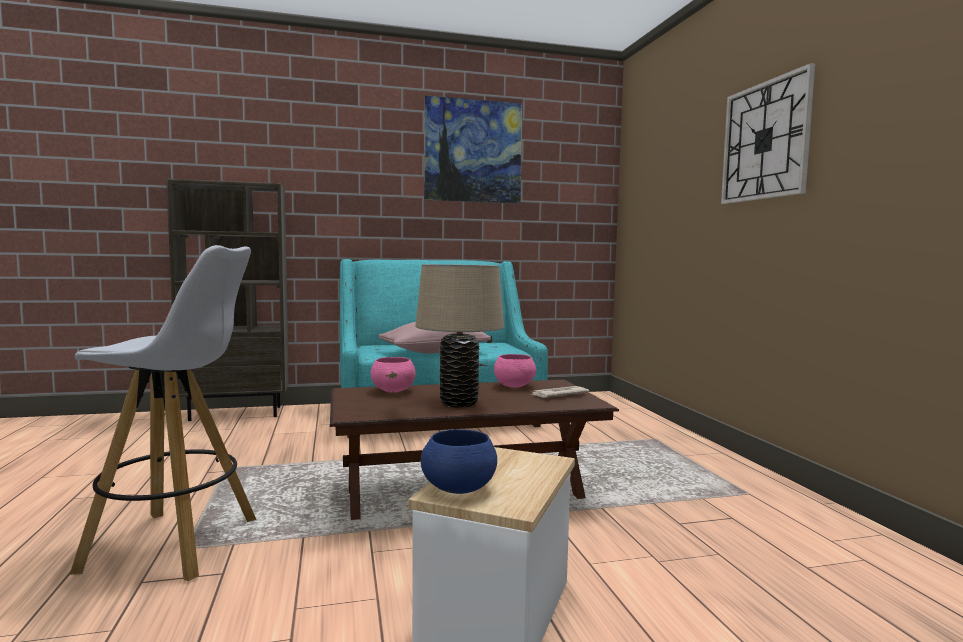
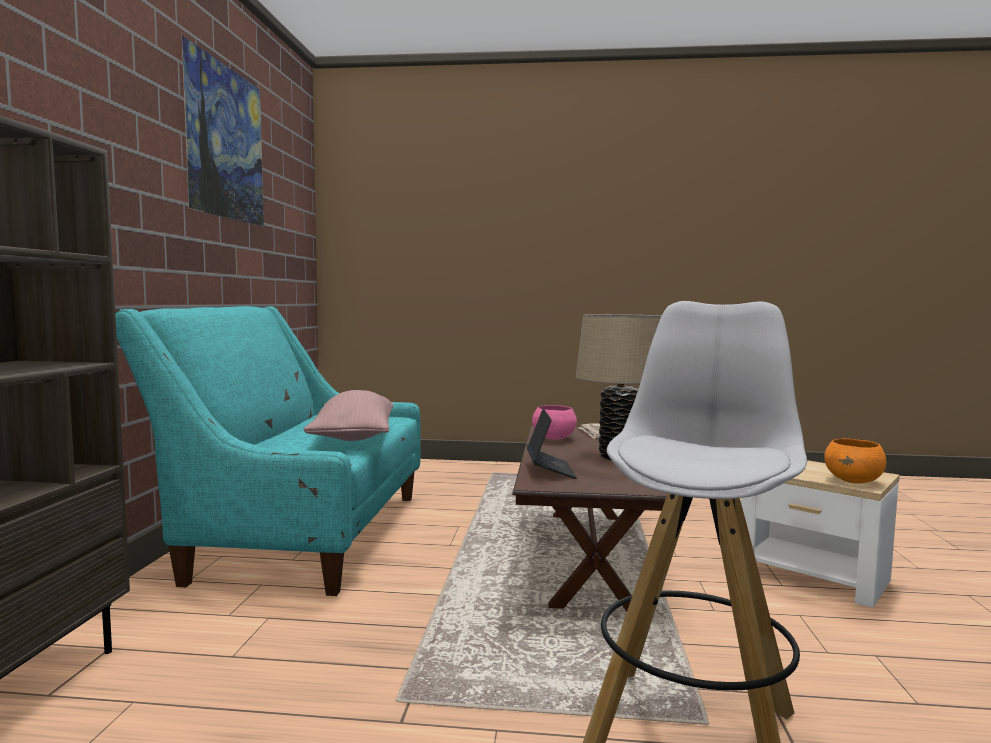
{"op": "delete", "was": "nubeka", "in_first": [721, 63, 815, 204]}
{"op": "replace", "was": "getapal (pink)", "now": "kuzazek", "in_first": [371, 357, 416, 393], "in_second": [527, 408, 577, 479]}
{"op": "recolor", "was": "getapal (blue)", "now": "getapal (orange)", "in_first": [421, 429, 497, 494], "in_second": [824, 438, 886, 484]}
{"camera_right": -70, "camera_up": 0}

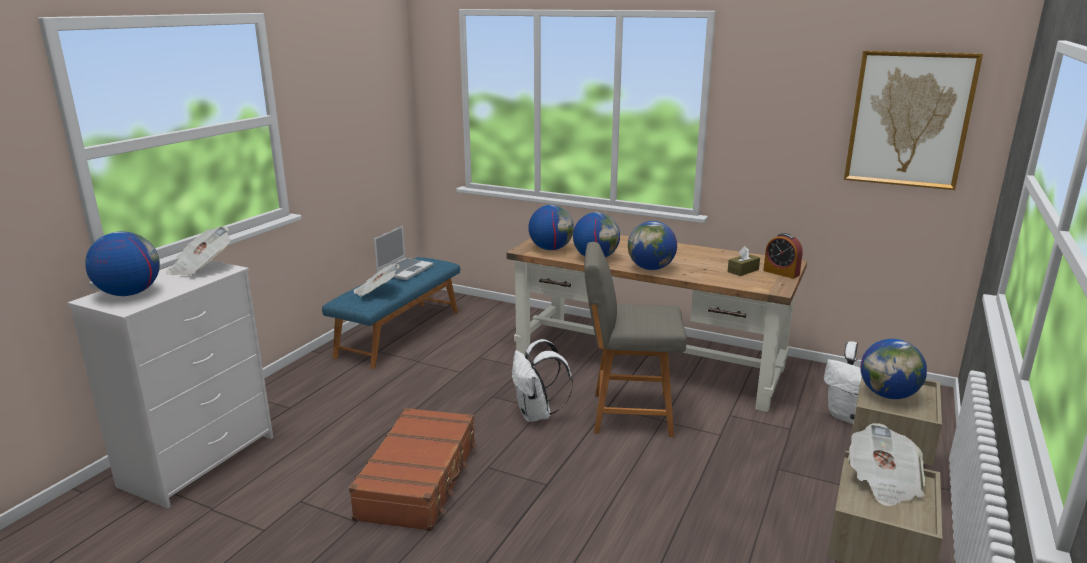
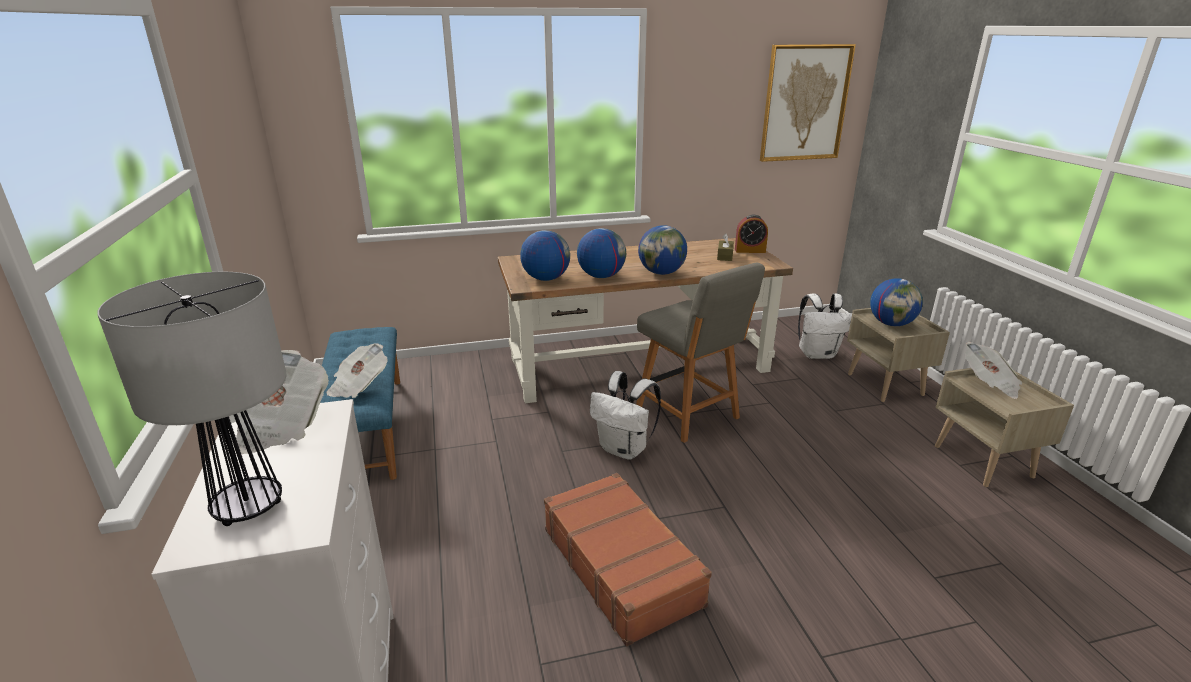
{"op": "delete", "was": "kuzazek", "in_first": [374, 226, 433, 280]}
{"op": "replace", "was": "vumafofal", "now": "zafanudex", "in_first": [85, 231, 160, 296], "in_second": [97, 272, 287, 526]}
{"op": "rotate", "was": "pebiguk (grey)", "in_first": [584, 242, 687, 437], "in_second": [636, 262, 765, 443], "clockwise": -90}
{"camera_right": -40, "camera_up": 5}

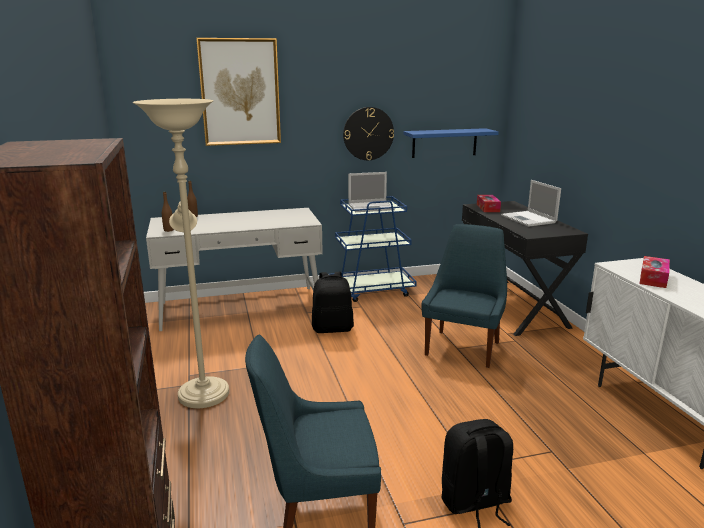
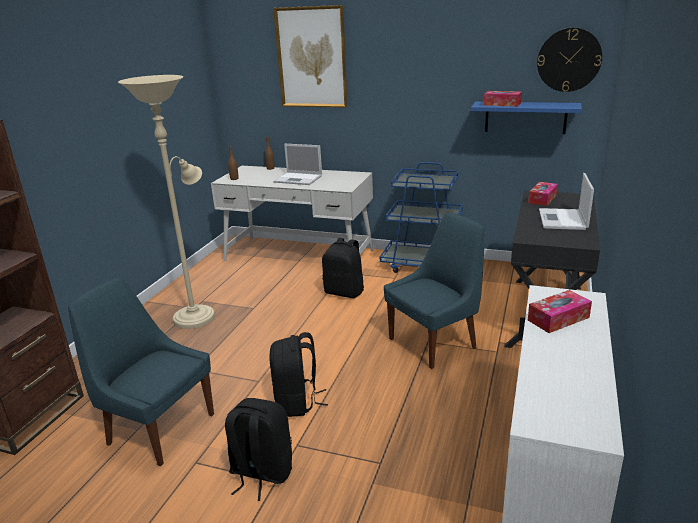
{"op": "insert", "now": "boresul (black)", "in_second": [270, 332, 328, 417]}
{"op": "insert", "now": "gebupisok", "in_second": [484, 91, 522, 107]}
{"op": "move", "was": "nubeka", "in_first": [343, 107, 394, 160], "in_second": [537, 28, 602, 92]}
{"op": "move", "was": "kuzazek", "in_first": [348, 172, 395, 212], "in_second": [273, 144, 322, 185]}
{"camera_right": 35, "camera_up": 5}

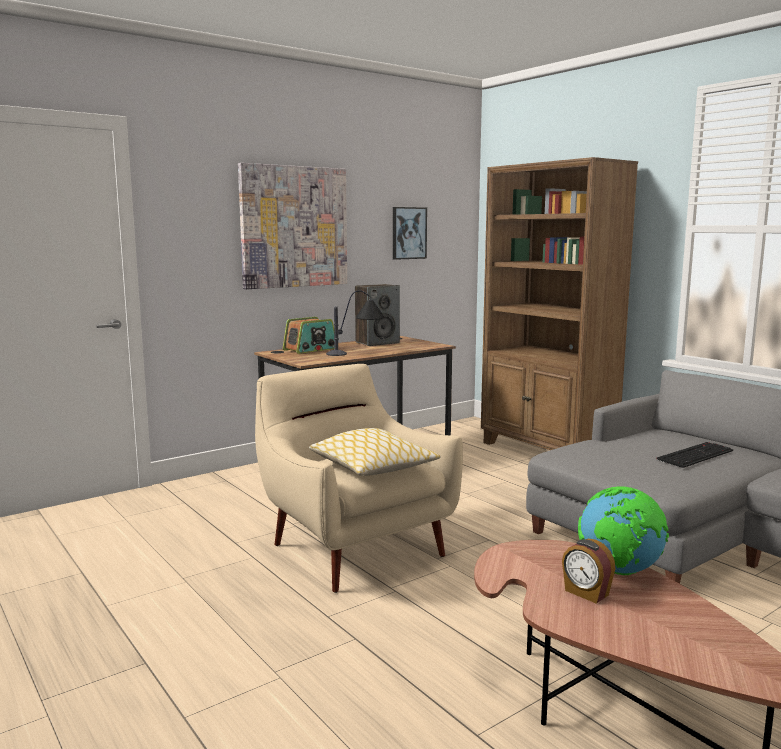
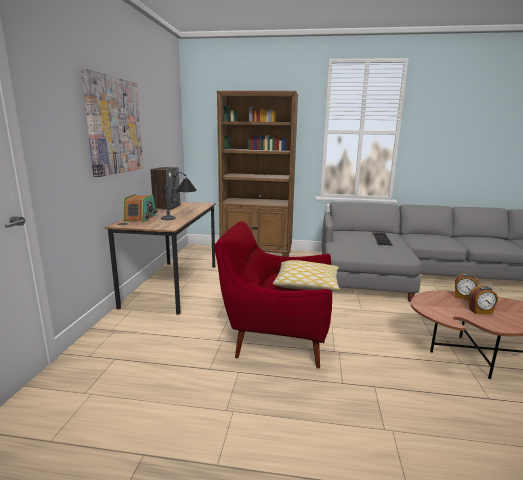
{"op": "delete", "was": "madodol", "in_first": [393, 207, 427, 260]}
{"op": "replace", "was": "vumafofal", "now": "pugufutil", "in_first": [578, 486, 669, 575], "in_second": [455, 273, 478, 300]}
{"op": "recolor", "was": "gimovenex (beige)", "now": "gimovenex (red)", "in_first": [255, 364, 463, 593], "in_second": [214, 221, 332, 368]}
{"camera_right": -45, "camera_up": 5}

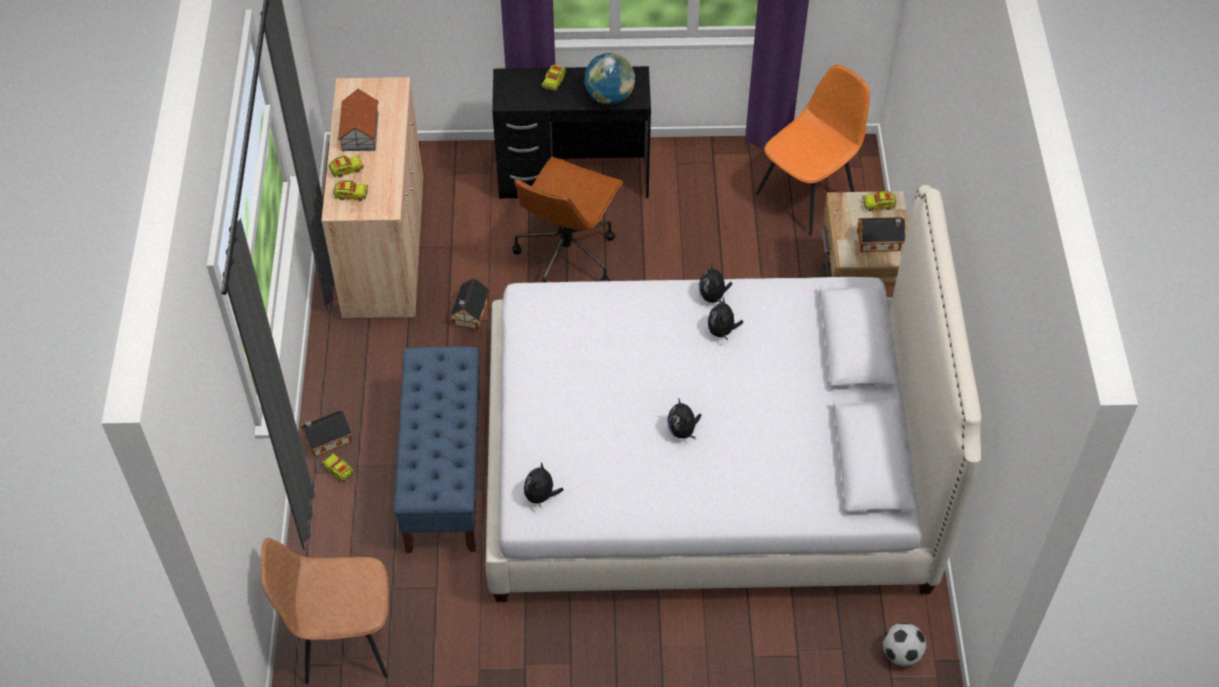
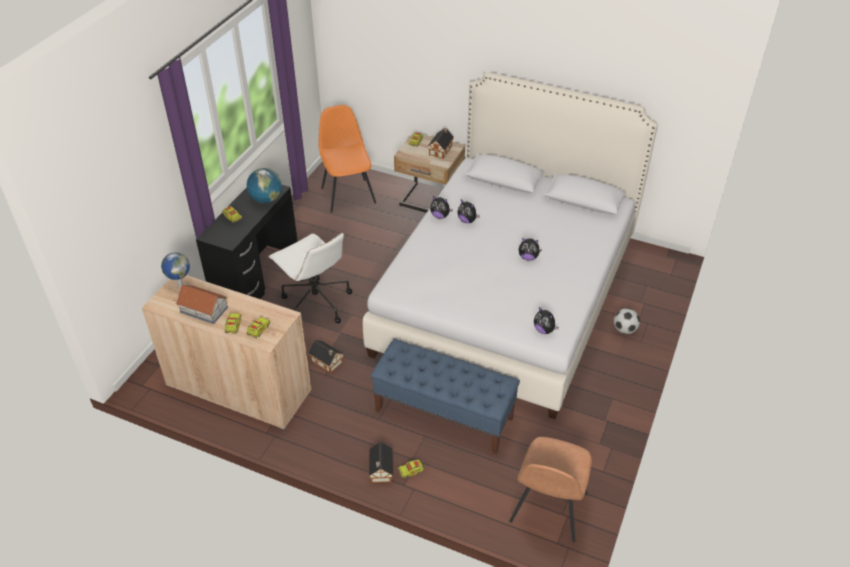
{"op": "insert", "now": "vumafofal", "in_second": [161, 252, 190, 287]}
{"op": "move", "was": "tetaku", "in_first": [883, 623, 927, 666], "in_second": [614, 308, 640, 334]}
{"op": "recolor", "was": "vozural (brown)", "now": "vozural (white)", "in_first": [512, 157, 623, 282], "in_second": [269, 233, 352, 323]}
{"camera_right": -65, "camera_up": -10}

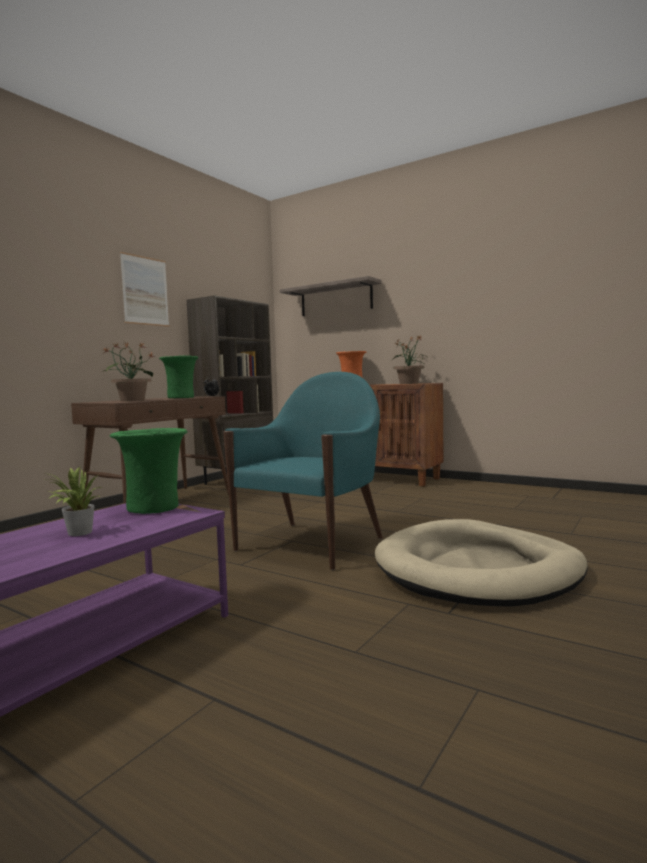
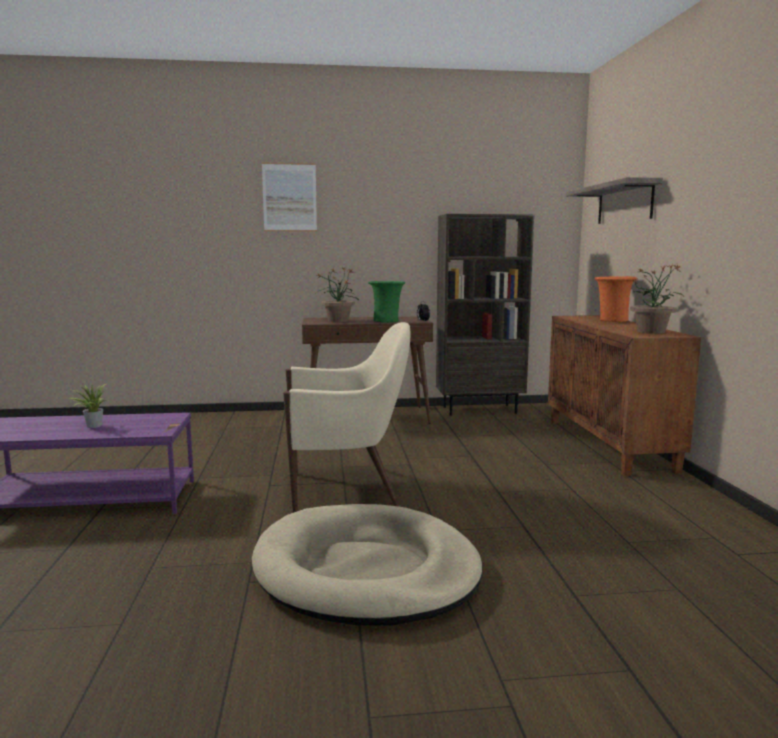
{"op": "delete", "was": "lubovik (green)", "in_first": [110, 428, 187, 514]}
{"op": "move", "was": "madodol", "in_first": [120, 252, 169, 327], "in_second": [262, 163, 317, 232]}
{"op": "recolor", "was": "gimovenex (turquoise)", "now": "gimovenex (beige)", "in_first": [223, 372, 383, 570], "in_second": [283, 322, 411, 513]}
{"camera_right": 50, "camera_up": 5}

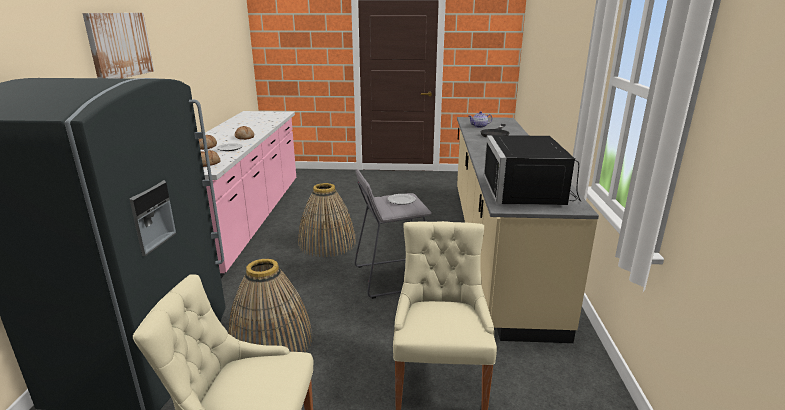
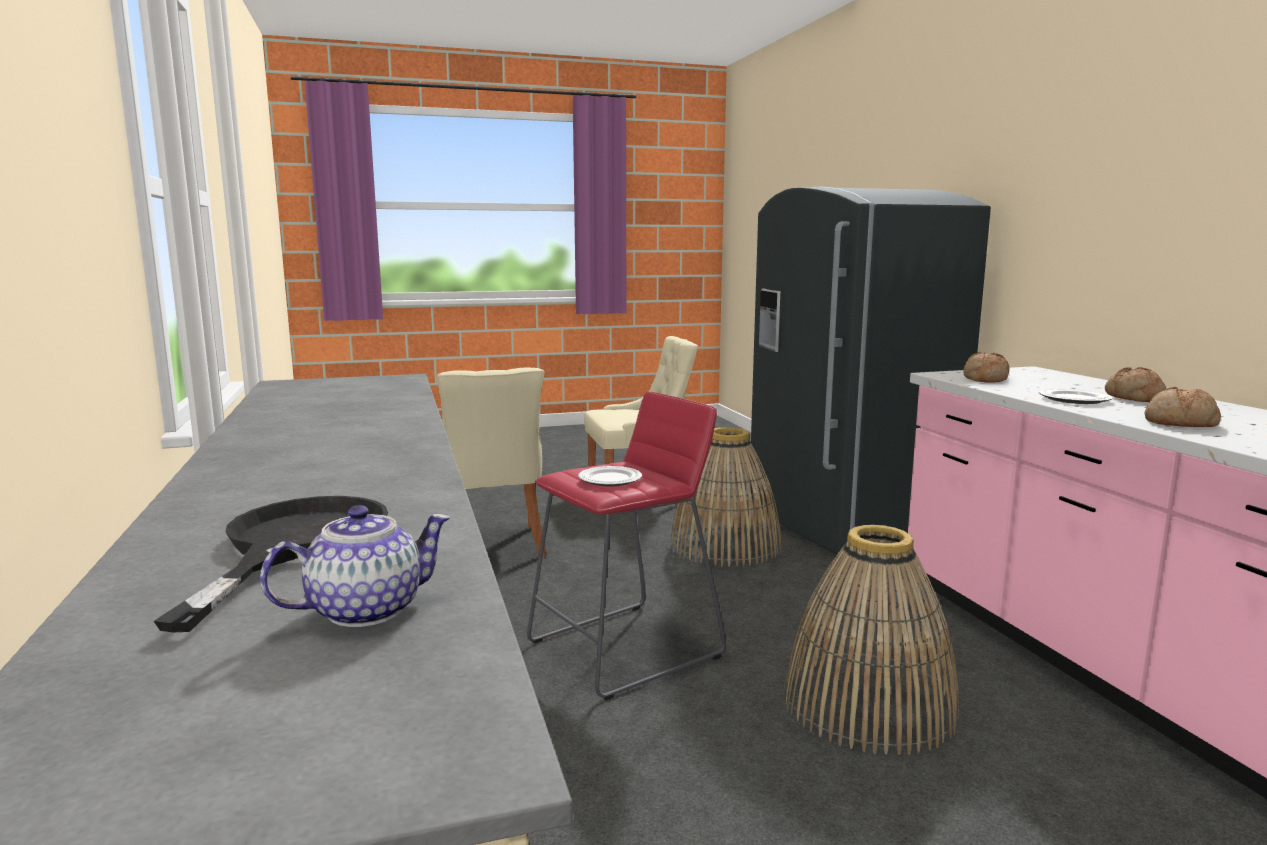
{"op": "delete", "was": "madodol", "in_first": [82, 13, 154, 78]}
{"op": "delete", "was": "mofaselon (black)", "in_first": [484, 135, 581, 205]}
{"op": "recolor", "was": "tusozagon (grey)", "now": "tusozagon (red)", "in_first": [355, 169, 432, 299], "in_second": [527, 391, 726, 700]}
{"camera_right": 160, "camera_up": -10}

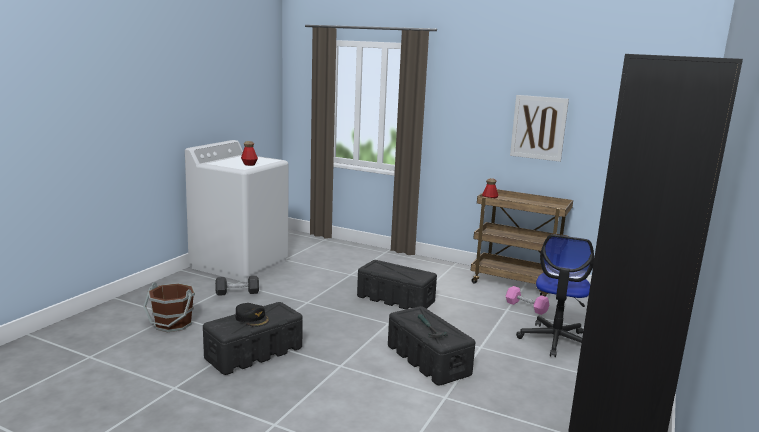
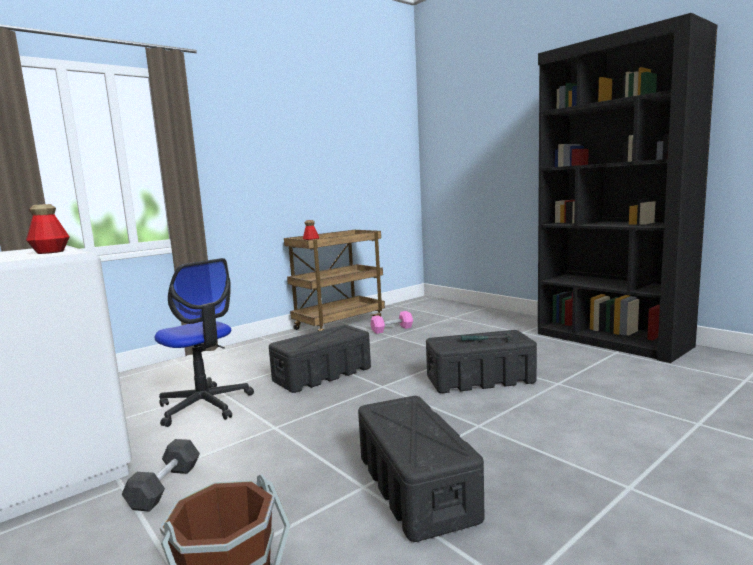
{"op": "delete", "was": "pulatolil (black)", "in_first": [235, 303, 269, 327]}
{"op": "delete", "was": "madodol", "in_first": [510, 95, 569, 162]}
{"op": "move", "was": "vozural", "in_first": [516, 234, 594, 357], "in_second": [155, 258, 254, 427]}
{"camera_right": -65, "camera_up": -5}

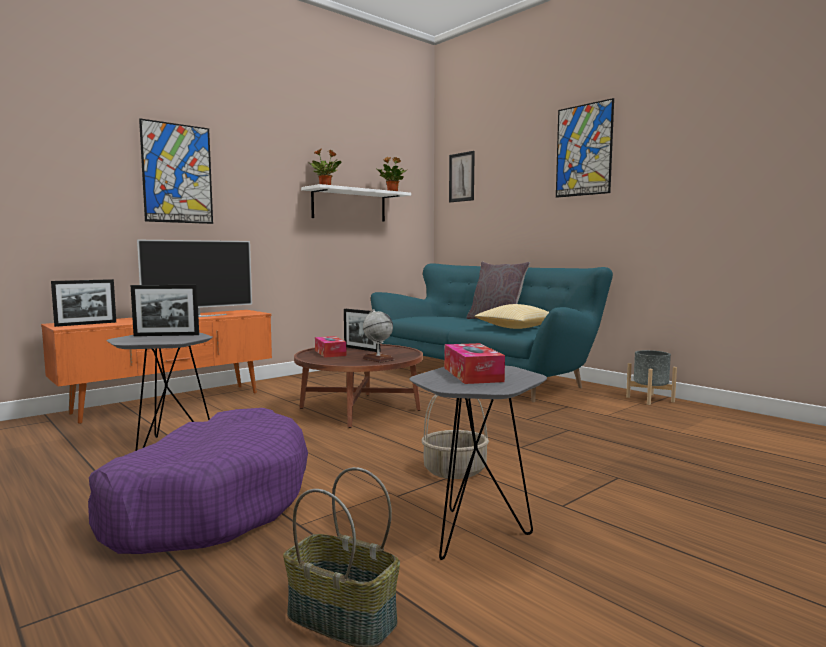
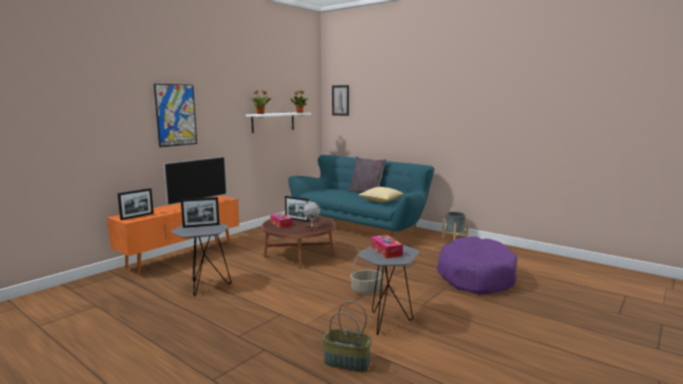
{"op": "delete", "was": "madodol", "in_first": [556, 98, 614, 198]}
{"op": "move", "was": "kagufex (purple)", "in_first": [88, 408, 308, 554], "in_second": [437, 236, 517, 295]}
{"camera_right": -10, "camera_up": 5}

